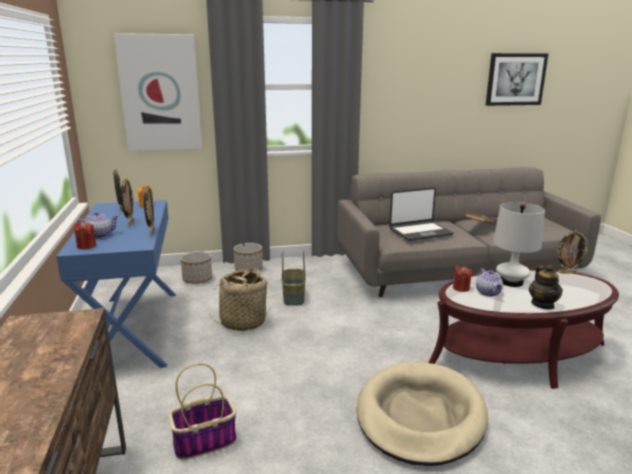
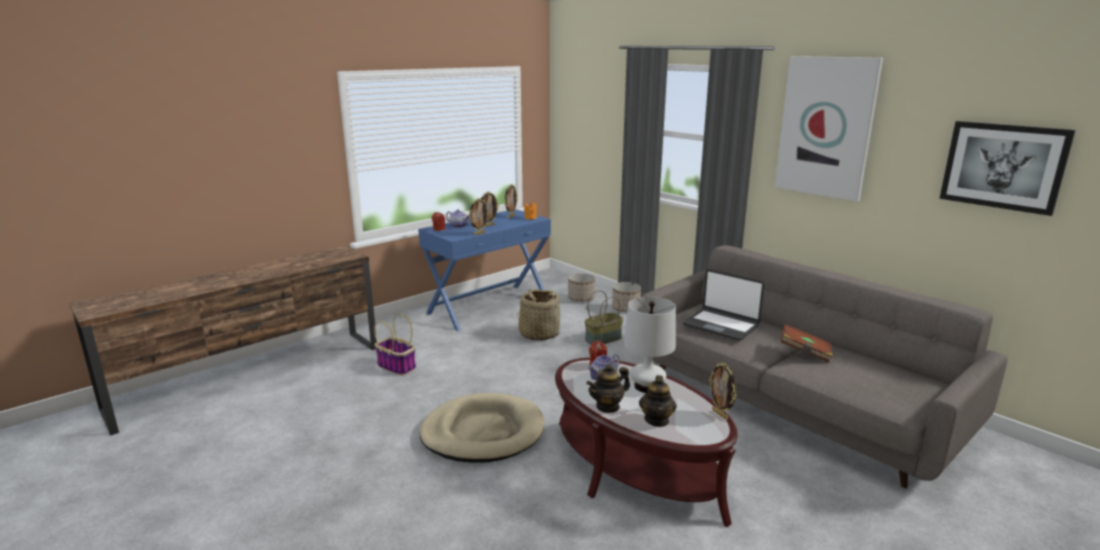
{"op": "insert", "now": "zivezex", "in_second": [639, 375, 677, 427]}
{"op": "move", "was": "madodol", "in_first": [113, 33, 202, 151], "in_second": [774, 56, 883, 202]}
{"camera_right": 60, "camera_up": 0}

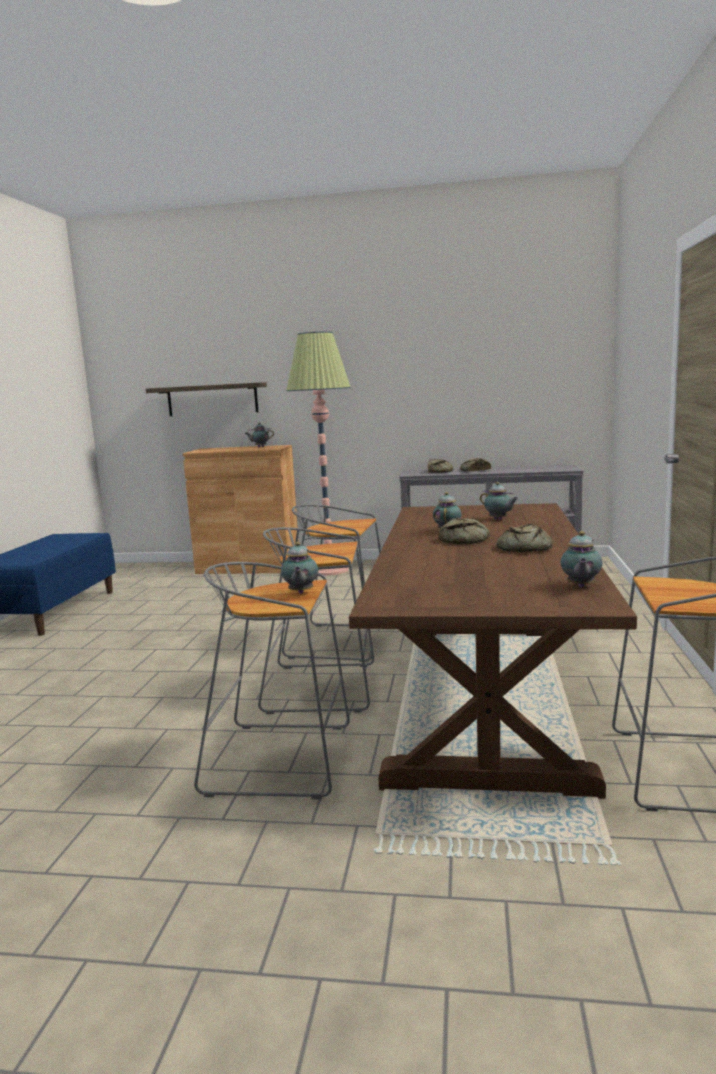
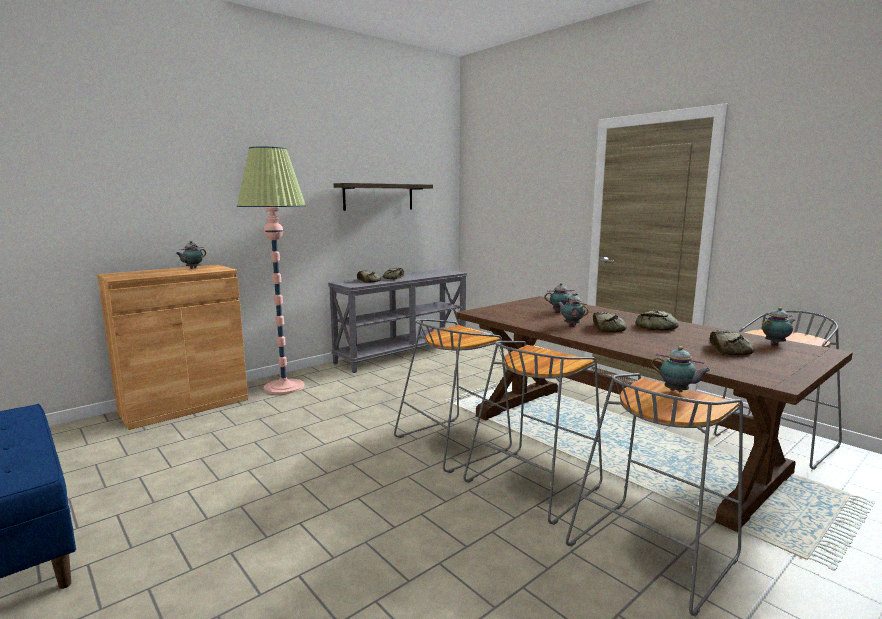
{"op": "insert", "now": "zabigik", "in_second": [710, 330, 754, 355]}
{"op": "move", "was": "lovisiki", "in_first": [146, 382, 267, 416], "in_second": [334, 183, 433, 211]}
{"op": "rotate", "was": "zivezex", "in_first": [560, 531, 603, 588], "in_second": [762, 307, 795, 344], "clockwise": -75}
{"camera_right": -50, "camera_up": 0}

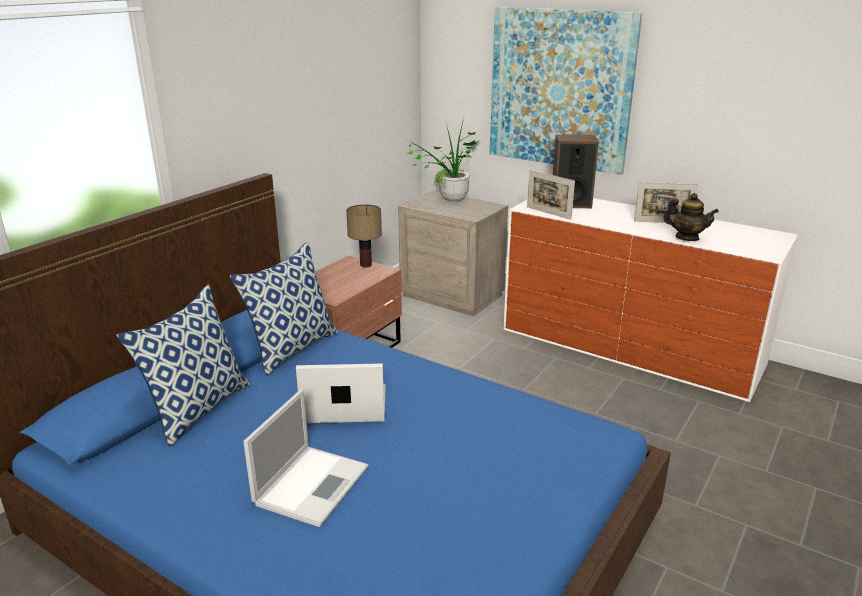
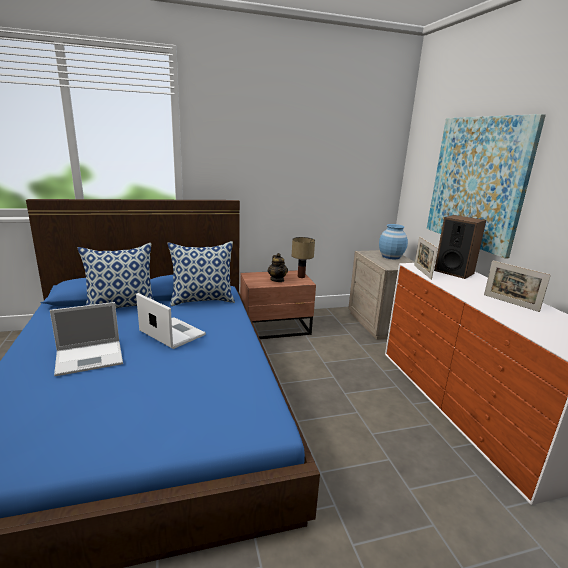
{"op": "move", "was": "zivezex", "in_first": [663, 193, 719, 241], "in_second": [268, 253, 288, 282]}
{"op": "replace", "was": "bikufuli", "now": "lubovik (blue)", "in_first": [407, 118, 480, 201], "in_second": [379, 224, 408, 259]}
{"camera_right": 40, "camera_up": -5}

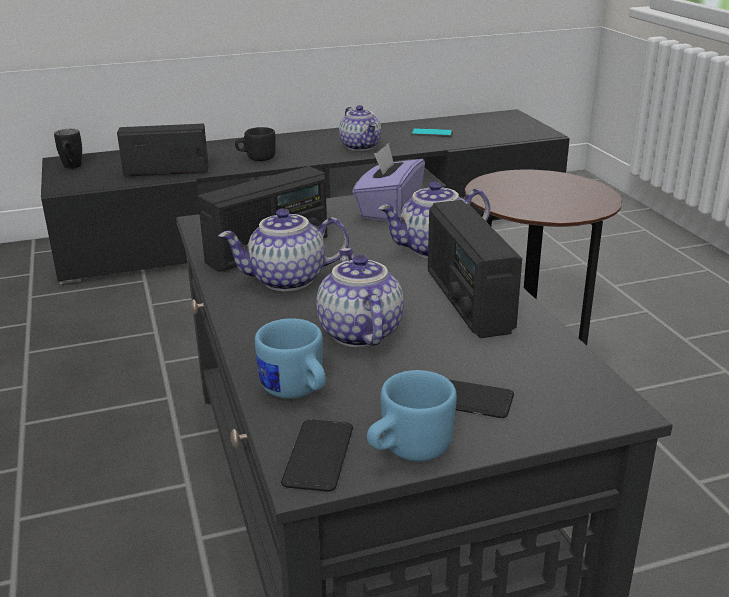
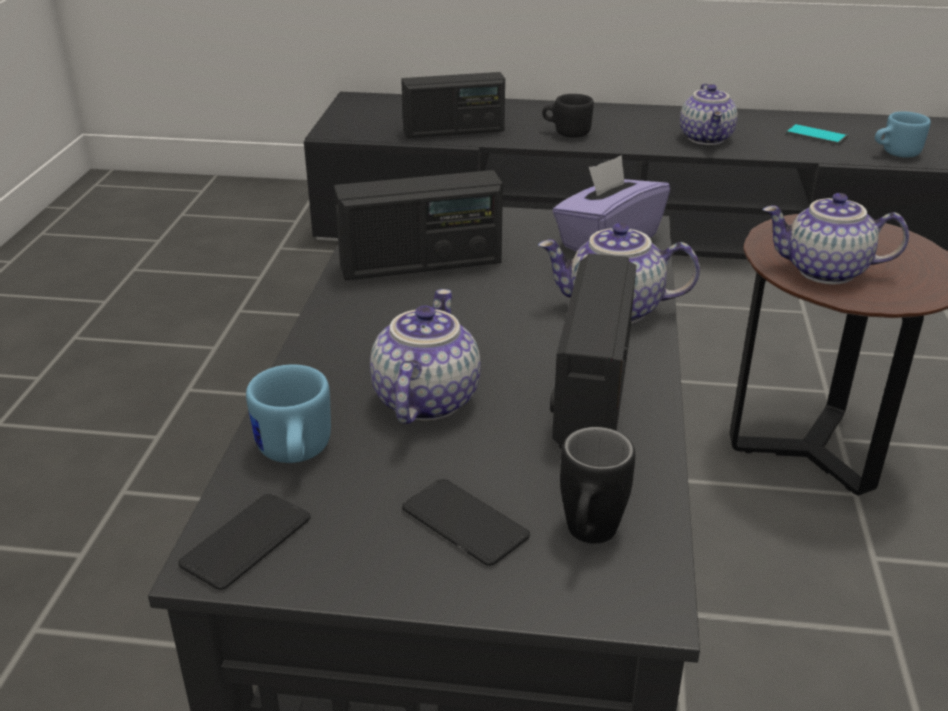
{"op": "move", "was": "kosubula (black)", "in_first": [54, 129, 82, 169], "in_second": [560, 427, 635, 544]}
{"op": "move", "was": "zivezex", "in_first": [218, 209, 349, 291], "in_second": [763, 193, 909, 284]}
{"op": "move", "was": "kosubula (blue)", "in_first": [367, 370, 457, 461], "in_second": [875, 111, 931, 157]}
{"op": "rotate", "was": "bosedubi", "in_first": [117, 124, 209, 177], "in_second": [401, 72, 505, 138], "clockwise": 150}
{"camera_right": 25, "camera_up": 5}

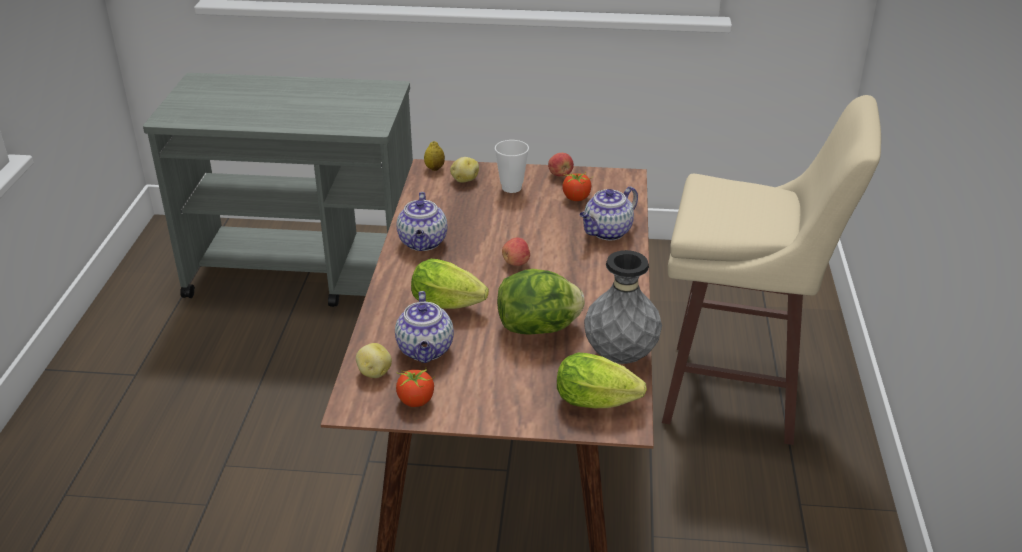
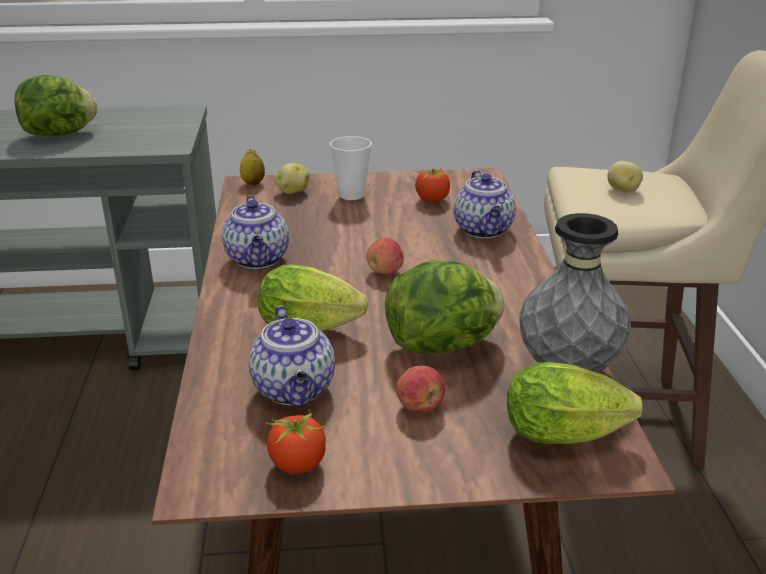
{"op": "insert", "now": "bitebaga", "in_second": [15, 75, 98, 136]}
{"op": "move", "was": "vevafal", "in_first": [356, 343, 392, 378], "in_second": [607, 161, 643, 192]}
{"op": "move", "was": "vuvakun", "in_first": [548, 153, 574, 177], "in_second": [396, 366, 445, 412]}
{"op": "rotate", "was": "zivezex", "in_first": [580, 187, 638, 240], "in_second": [454, 170, 516, 238], "clockwise": -45}
{"camera_right": -10, "camera_up": -5}

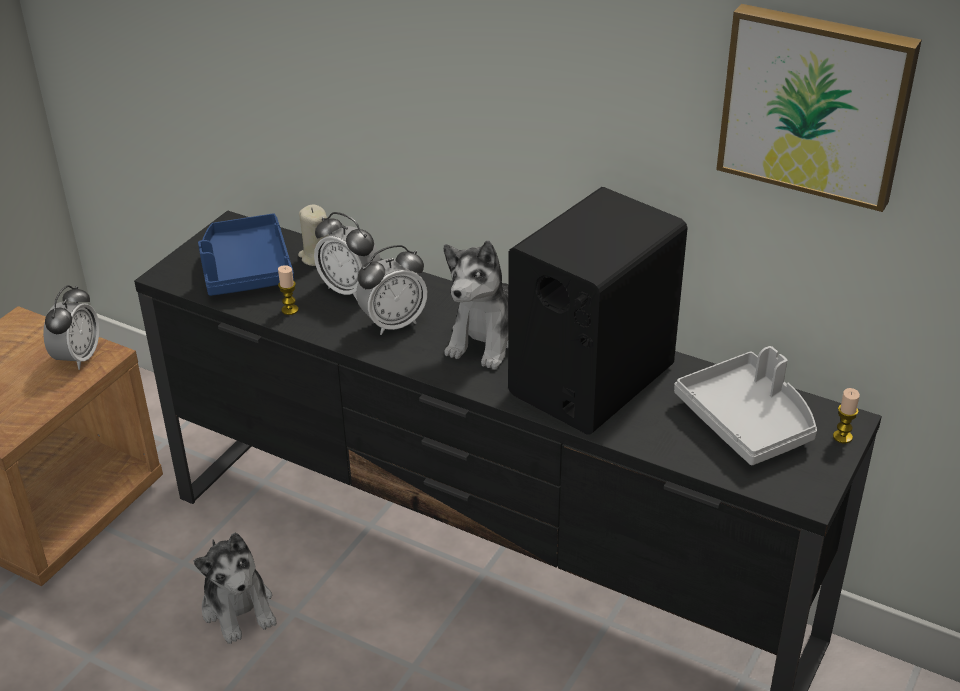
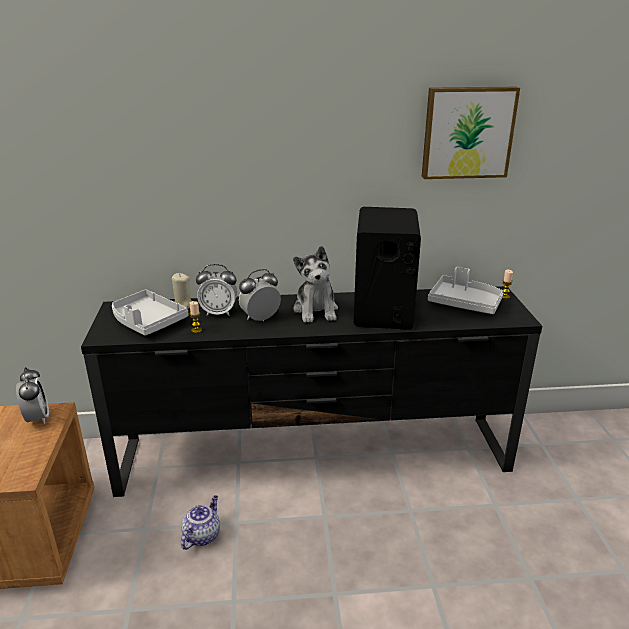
{"op": "replace", "was": "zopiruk", "now": "zivezex", "in_first": [194, 533, 277, 644], "in_second": [181, 495, 220, 550]}
{"op": "recolor", "was": "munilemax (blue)", "now": "munilemax (grey)", "in_first": [198, 214, 294, 296], "in_second": [112, 290, 189, 336]}
{"op": "rotate", "was": "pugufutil", "in_first": [356, 245, 427, 335], "in_second": [239, 269, 281, 321], "clockwise": -150}
{"camera_right": -35, "camera_up": -10}

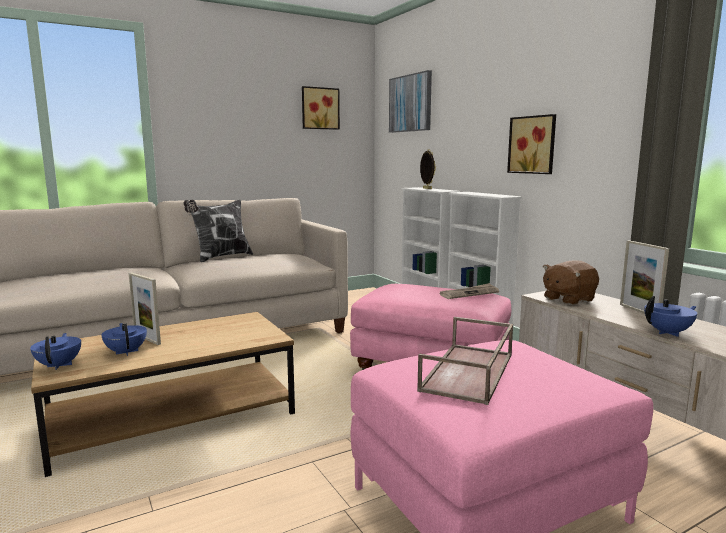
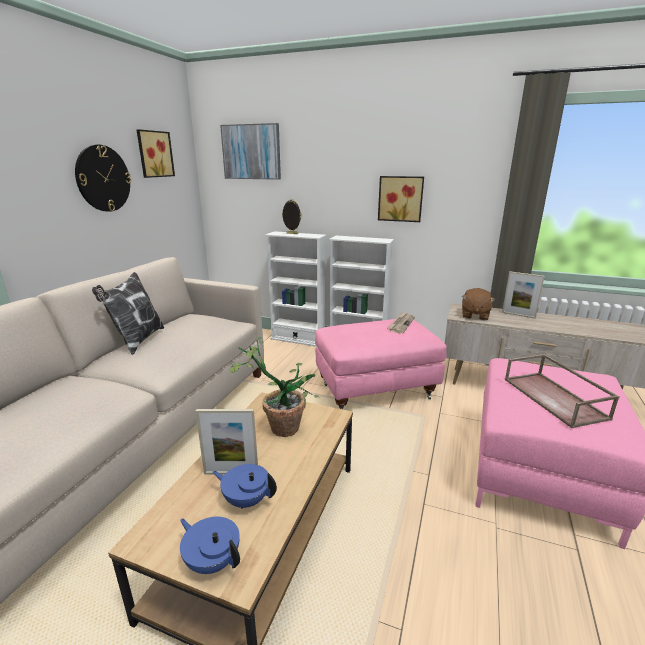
{"op": "delete", "was": "zivezex (blue)", "in_first": [644, 296, 697, 337]}
{"op": "insert", "now": "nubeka", "in_second": [75, 145, 131, 212]}
{"op": "insert", "now": "bikufuli", "in_second": [230, 337, 319, 437]}
{"camera_right": -40, "camera_up": 10}

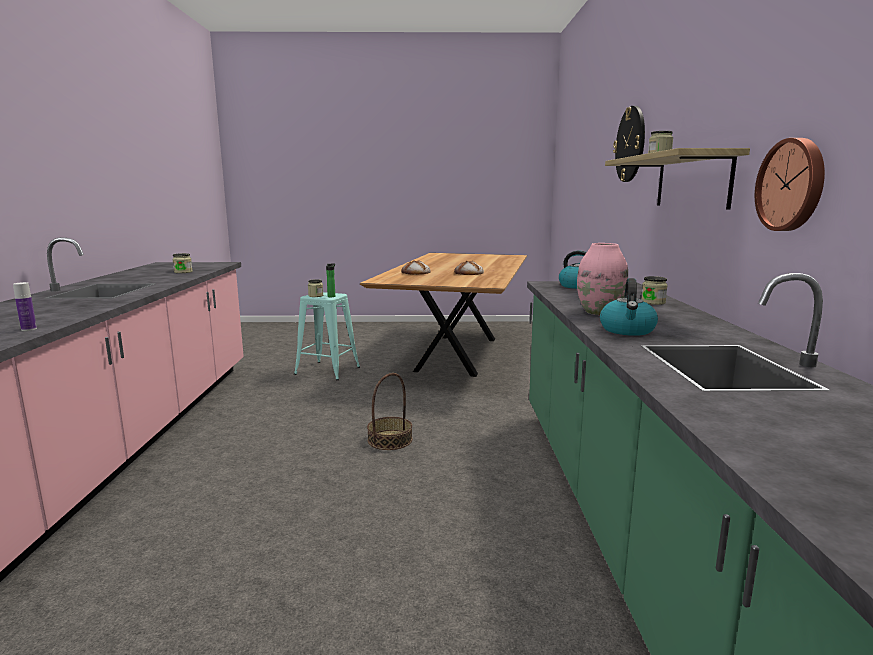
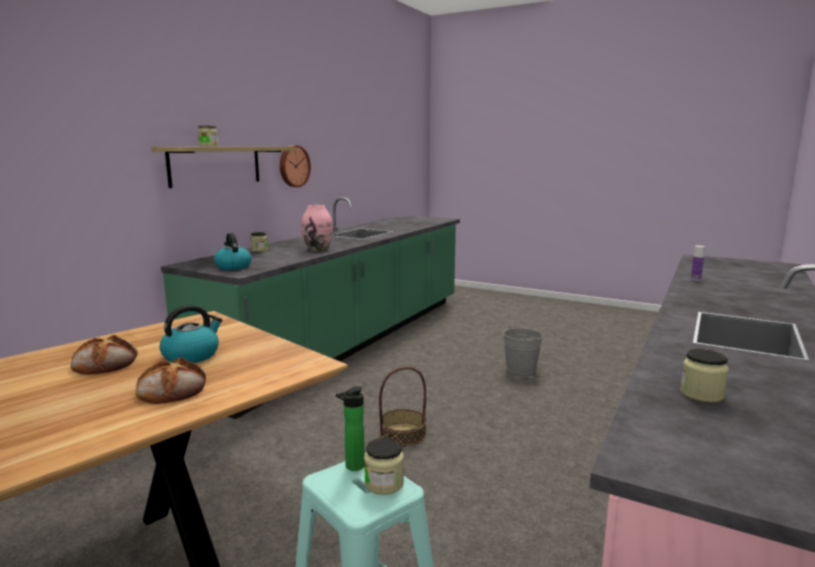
{"op": "delete", "was": "nubeka", "in_first": [613, 106, 645, 182]}
{"op": "insert", "now": "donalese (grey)", "in_second": [503, 326, 543, 377]}
{"op": "move", "was": "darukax", "in_first": [600, 278, 658, 336], "in_second": [160, 305, 222, 363]}
{"camera_right": -150, "camera_up": 0}

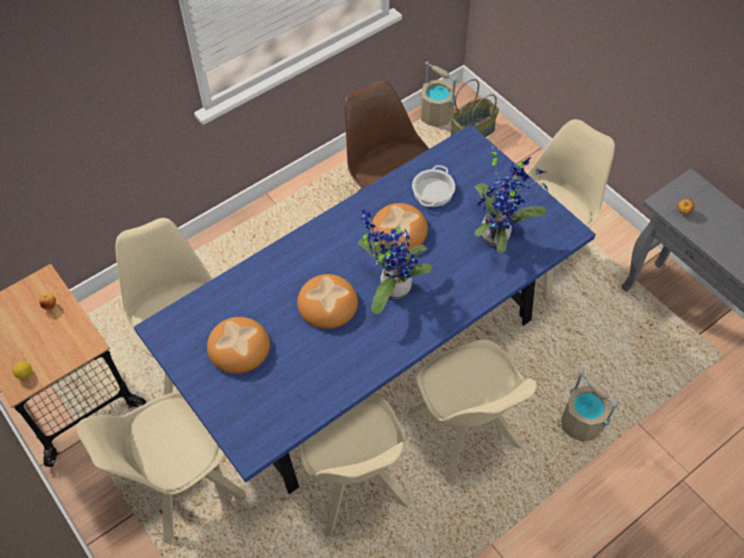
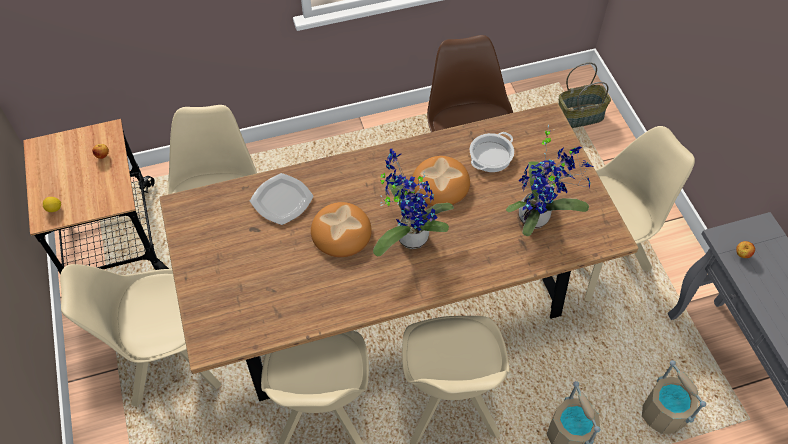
{"op": "delete", "was": "zabigik", "in_first": [207, 317, 270, 374]}
{"op": "insert", "now": "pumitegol", "in_second": [250, 173, 314, 225]}
{"op": "move", "was": "donalese (beige)", "in_first": [420, 61, 457, 127], "in_second": [642, 360, 706, 434]}
{"op": "recolor", "was": "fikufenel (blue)", "now": "fikufenel (brown)", "in_first": [134, 125, 596, 494], "in_second": [159, 103, 639, 401]}
{"camera_right": 20, "camera_up": 0}

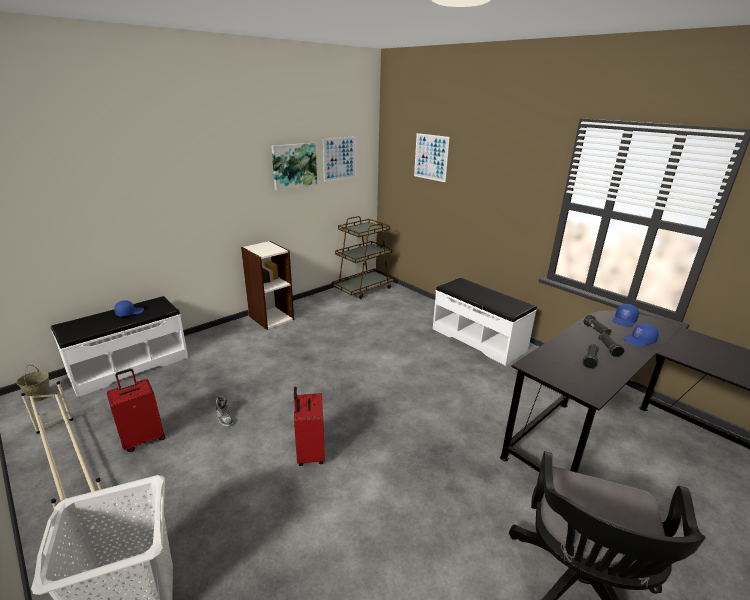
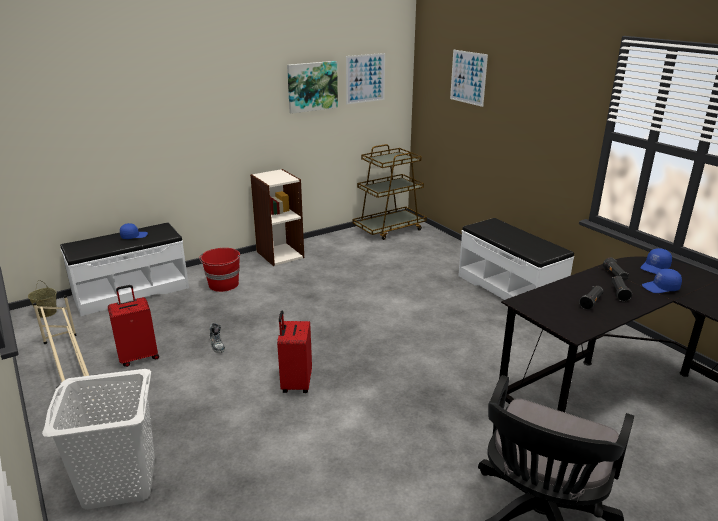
{"op": "insert", "now": "donalese (red)", "in_second": [199, 248, 240, 292]}
{"camera_right": 10, "camera_up": 0}

